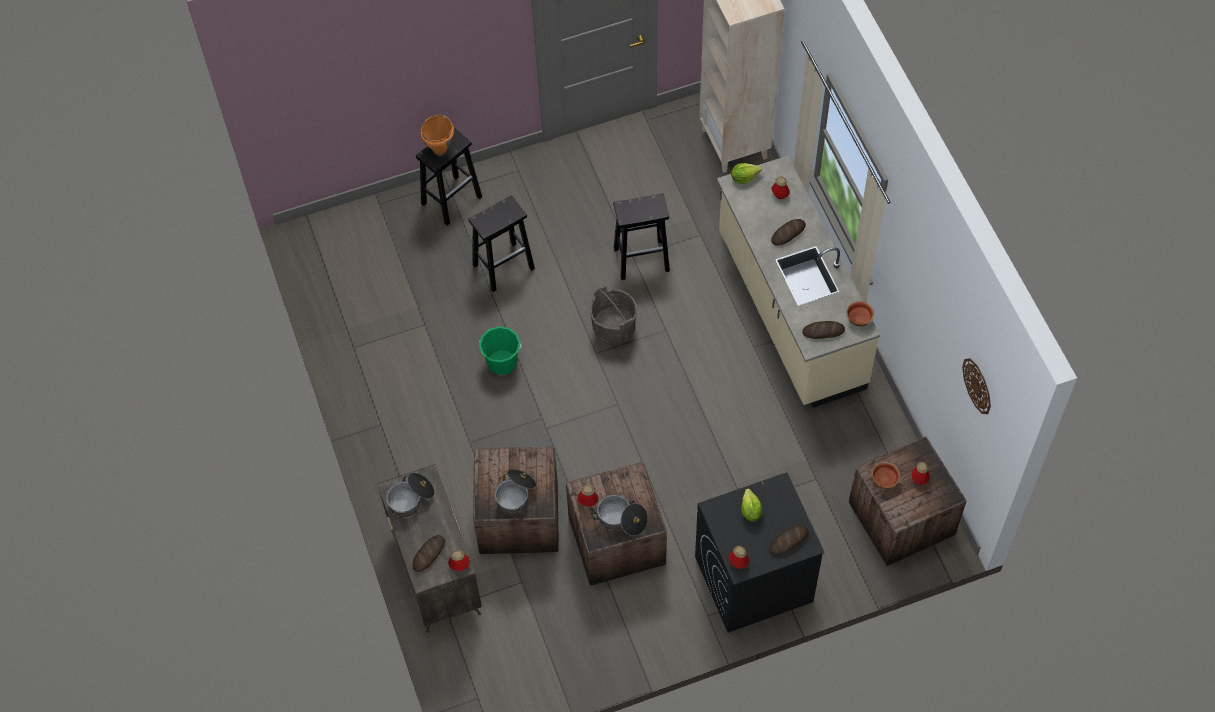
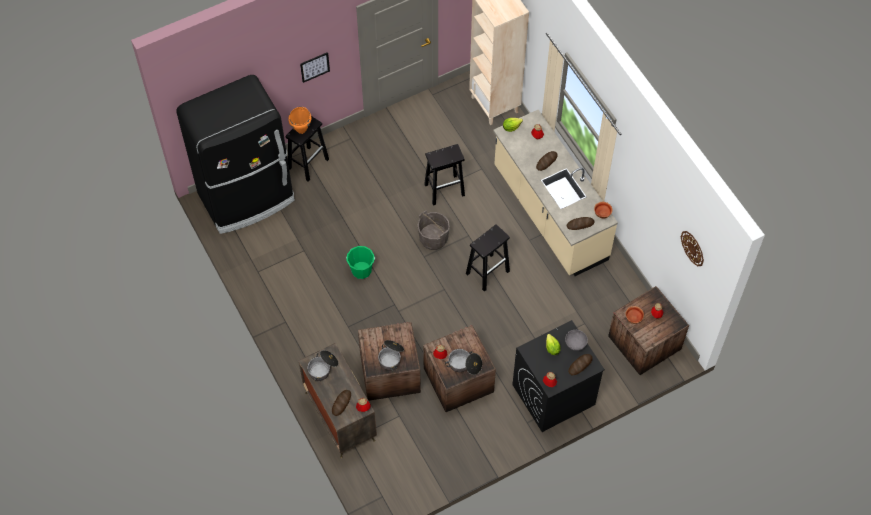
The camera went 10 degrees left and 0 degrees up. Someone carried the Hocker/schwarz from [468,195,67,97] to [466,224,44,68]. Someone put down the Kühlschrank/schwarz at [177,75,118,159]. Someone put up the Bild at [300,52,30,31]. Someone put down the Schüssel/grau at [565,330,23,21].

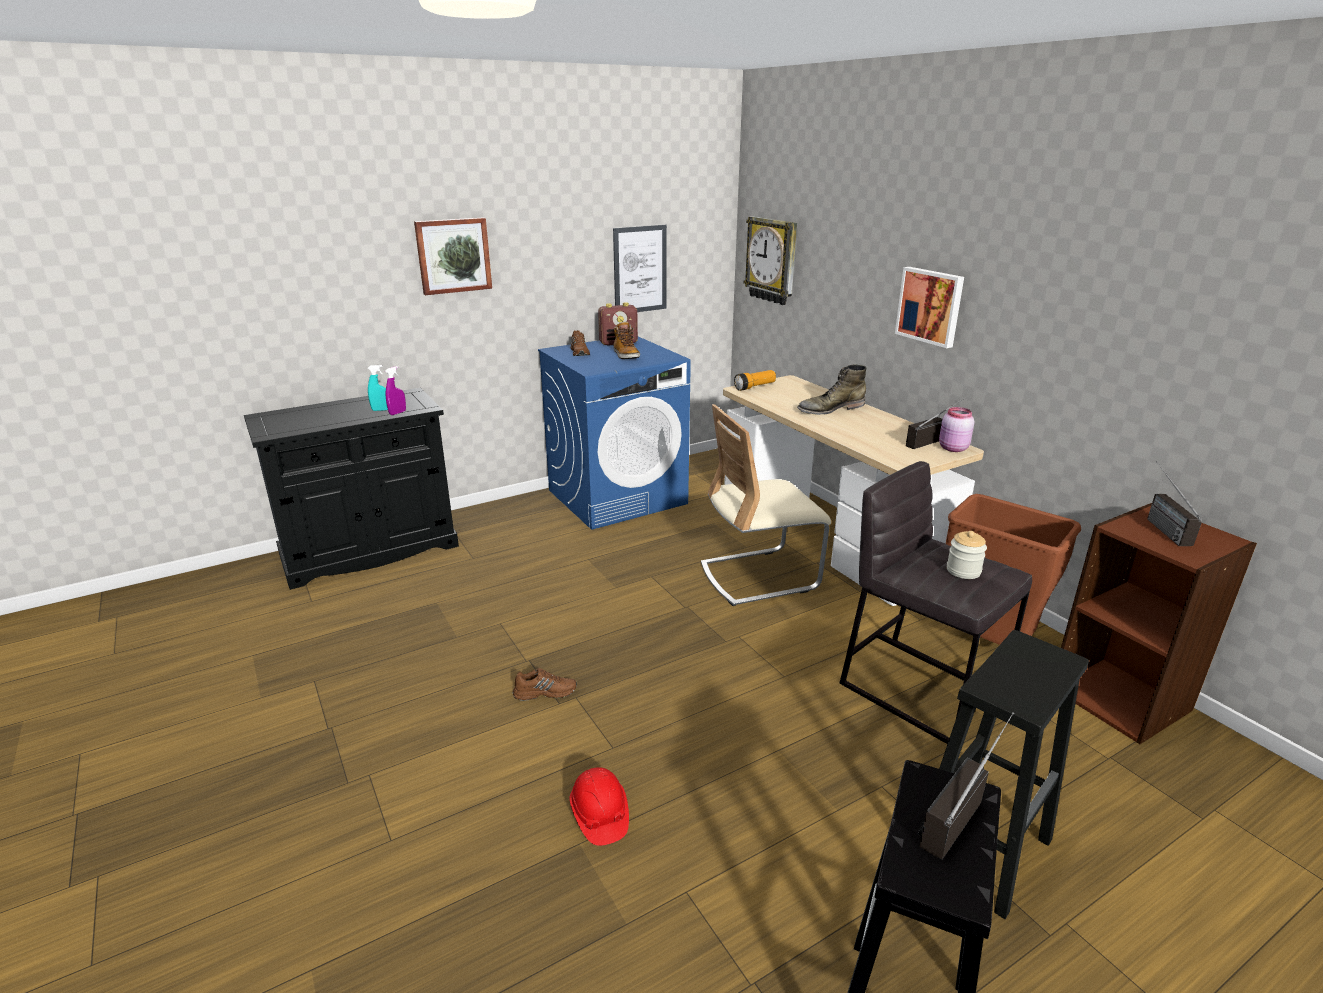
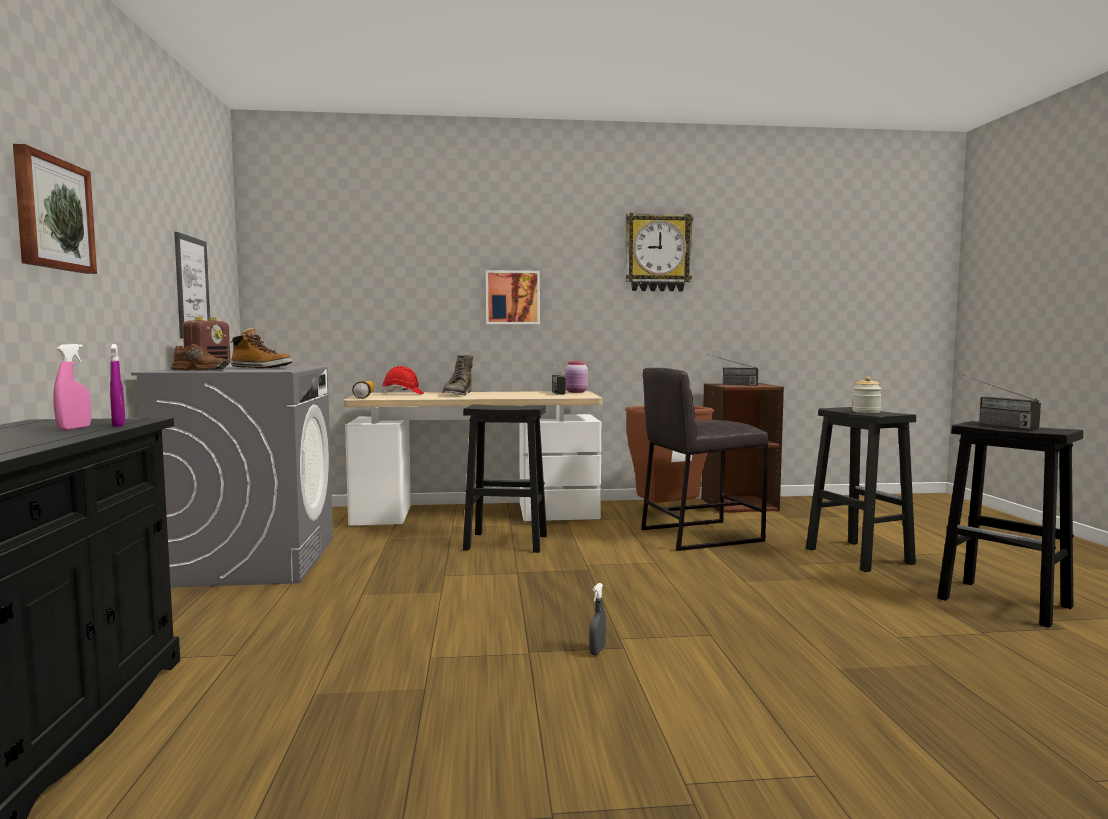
The camera went 65 degrees left and 20 degrees down. Someone repainted the Sprühflasche/türkis at [368,365,20,46], which became the Sprühflasche/rosa at [53,344,38,86]. Someone swapped the Schuh/braun at [513,668,64,33] for the Sprühflasche/grau at [589,583,17,73]. Someone repainted the Waschmaschine/blau at [538,337,153,193], which became the Waschmaschine/grau at [131,366,202,222]. Someone carried the Schutzhelm/rot from [569,767,60,79] to [382,366,42,28]. Someone swapped the Stuhl/beige at [701,404,130,202] for the Hocker/schwarz at [463,404,84,149]. Someone carried the Wanduhr from [744,216,53,89] to [625,213,68,78]. Someone carried the Vorratsglas from [947,531,40,48] to [852,376,30,37].

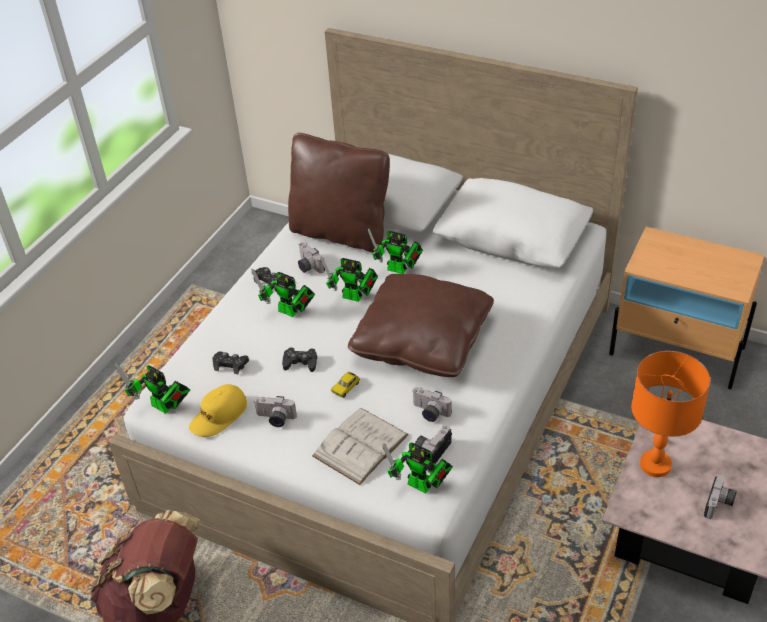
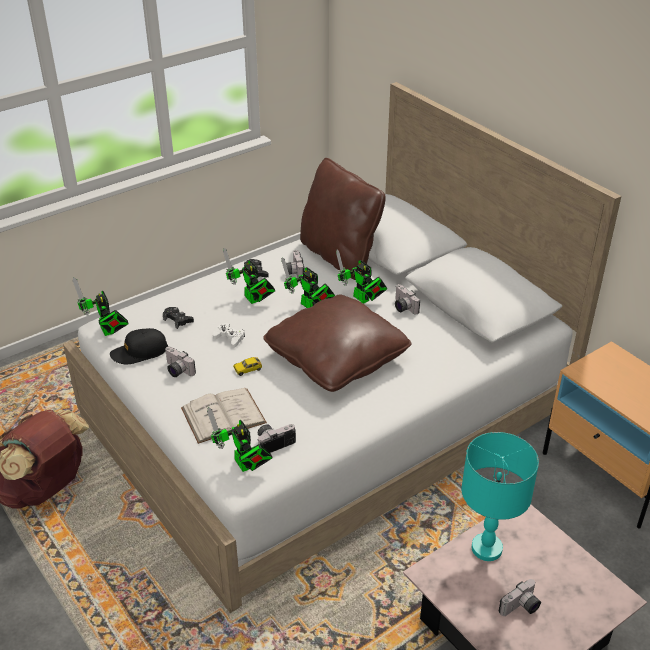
The camera went 25 degrees right and 5 degrees down. Someone repainted the Kappe/gelb at [189,384,58,53], which became the Kappe/schwarz at [110,328,58,36]. Someone repainted the Gamepad/schwarz at [282,348,35,24], which became the Gamepad/weiß at [213,323,32,25]. Someone carried the Kamera from [413,387,39,35] to [395,284,25,31]. Someone repainted the Tischlampe/orange at [631,351,80,126], which became the Tischlampe/türkis at [461,432,78,129].

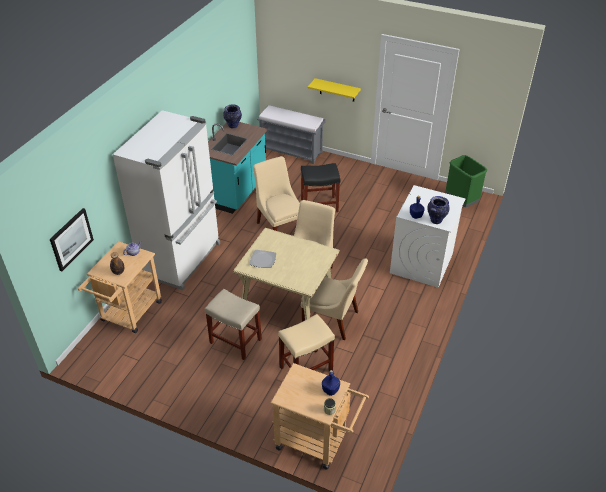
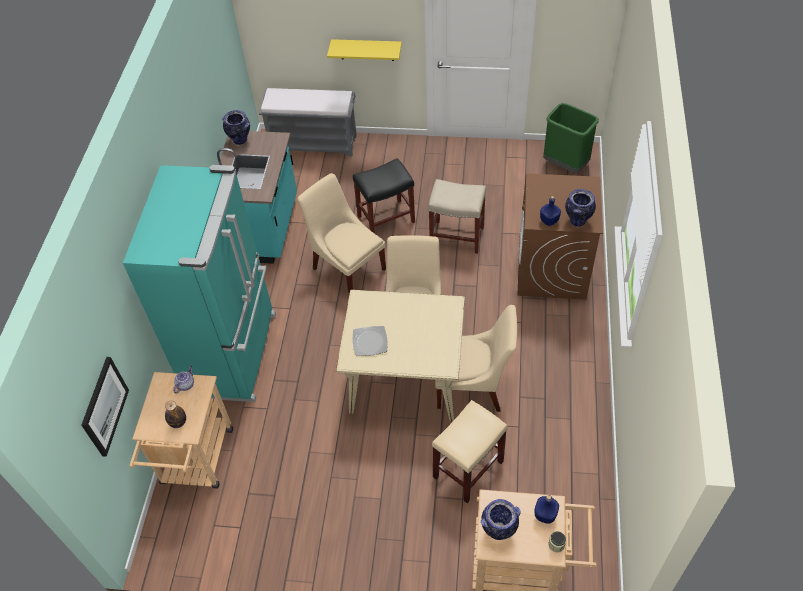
The camera went 15 degrees left and 10 degrees up. Someone repainted the Kühlschrank/weiß at [113,110,107,180], which became the Kühlschrank/türkis at [123,165,153,237]. Someone carried the Hocker/beige from [205,289,57,71] to [428,179,58,75]. Someone repainted the Waschmaschine/weiß at [390,185,75,103], which became the Waschmaschine/braun at [518,174,85,126]. Someone put down the Vase at [481,499,40,41].

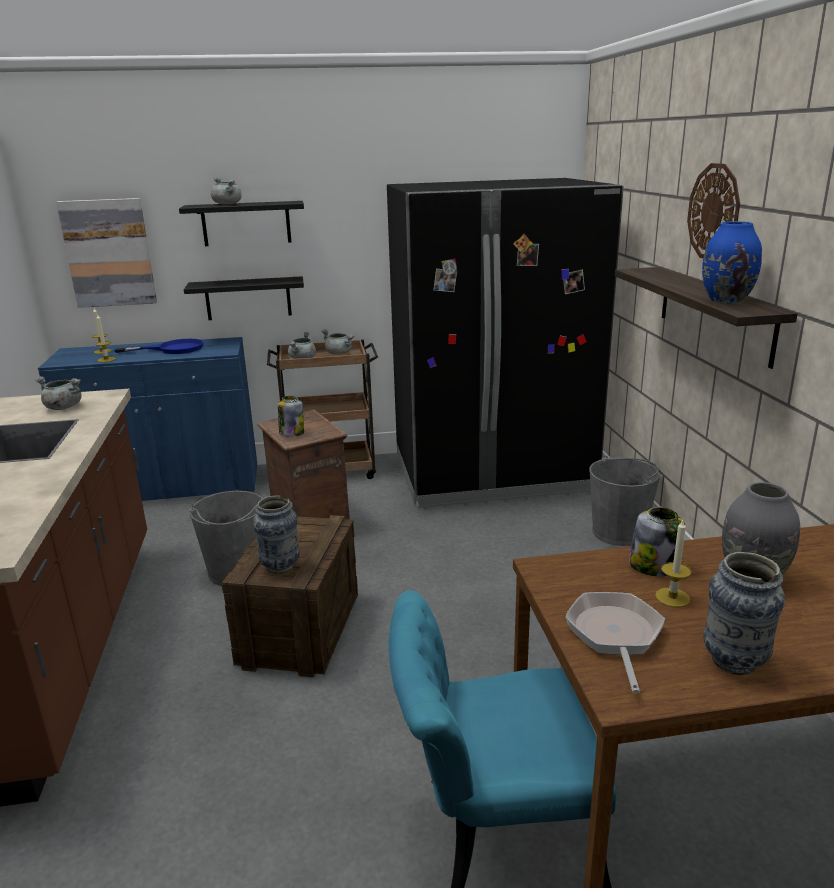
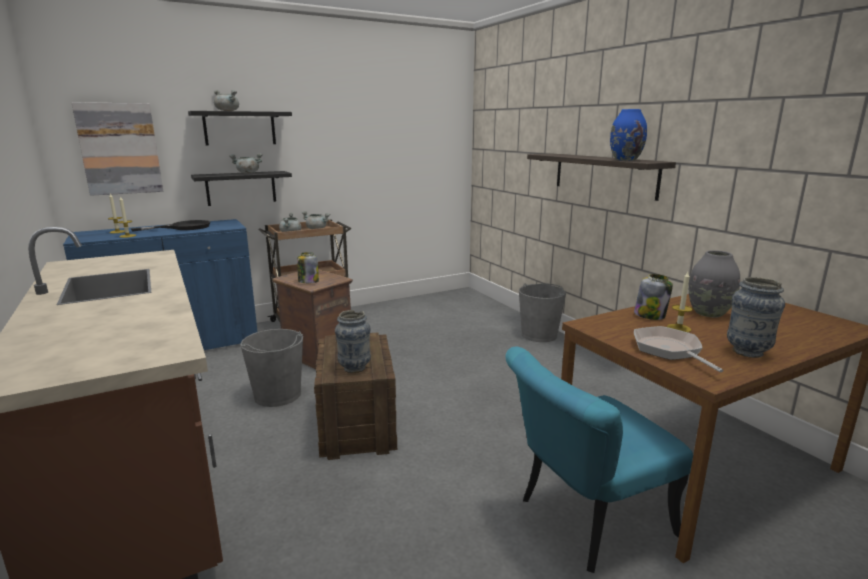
The camera went 20 degrees left and 5 degrees down. Someone carried the Kochtopf/grau from [35,376,47,34] to [229,153,34,20]. Someone repainted the Pfanne/blau at [114,339,90,15], which became the Pfanne/schwarz at [131,220,79,11]. Someone took away the Kühlschrank/schwarz at [387,178,237,330]. Someone took away the Wanduhr at [687,163,53,95].

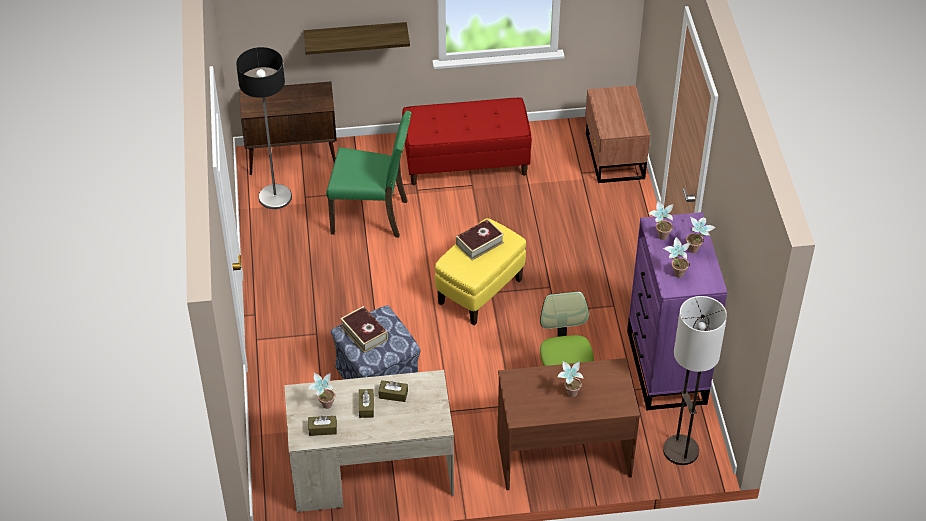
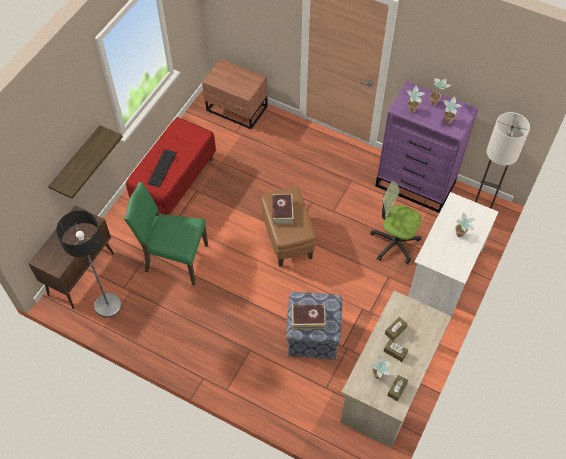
The camera went 55 degrees left and 10 degrees up. Someone rotated the Stuhl/grün at [326,111,86,127] by 120 degrees counterclockwise. Someone repainted the Polsterhocker/gelb at [435,218,91,107], which became the Polsterhocker/braun at [261,187,55,80]. Someone repainted the Schreibtisch/braun at [497,358,143,132], which became the Schreibtisch/weiß at [408,192,90,126]. Someone put down the Tastatur at [147,149,30,38].

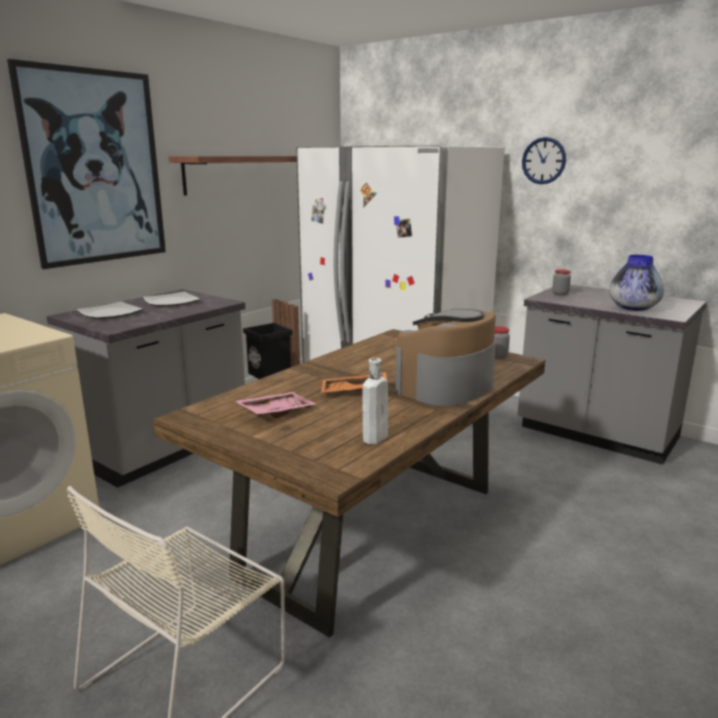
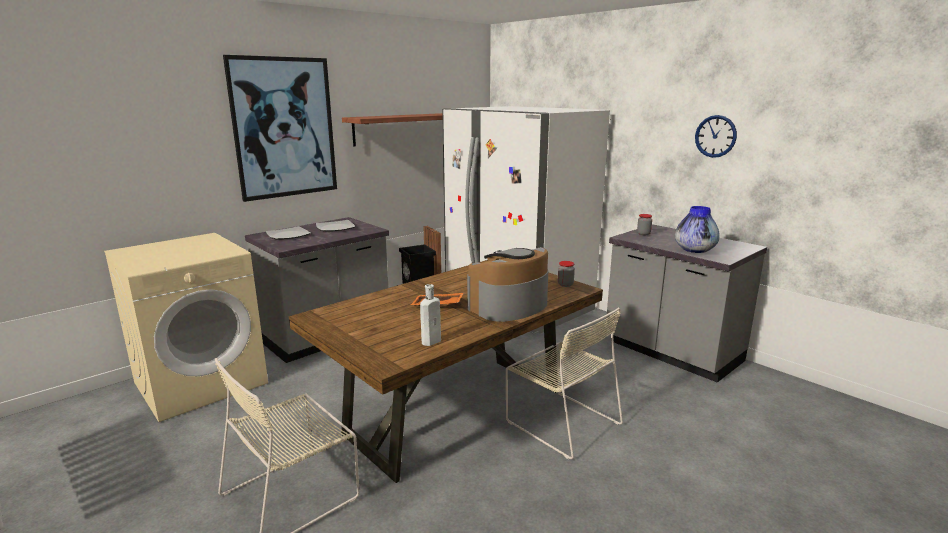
The camera went 10 degrees right and 0 degrees up. Someone took away the Tablett/rosa at [235,392,81,26]. Someone carried the Wanduhr from [522,137,44,47] to [695,115,42,43]. Someone put down the Stuhl/beige at [506,307,117,152].

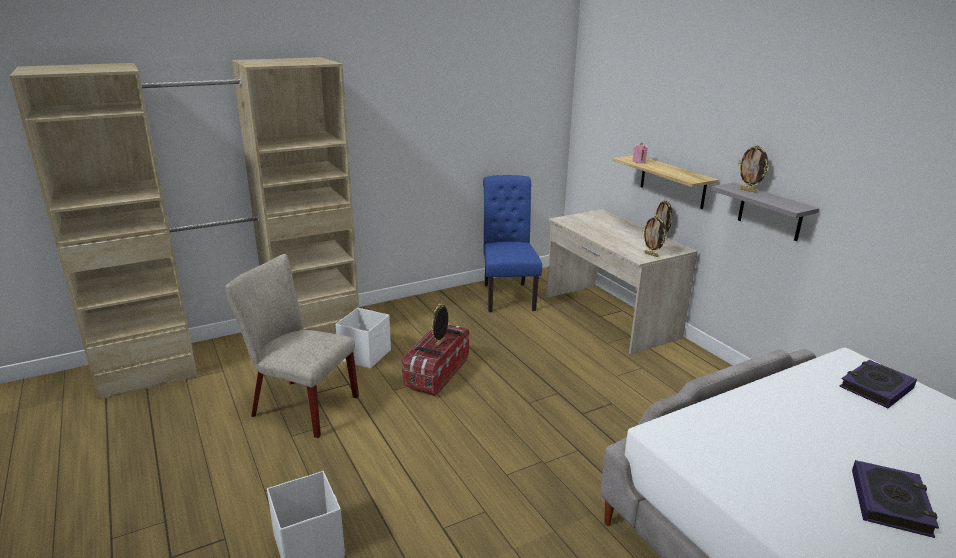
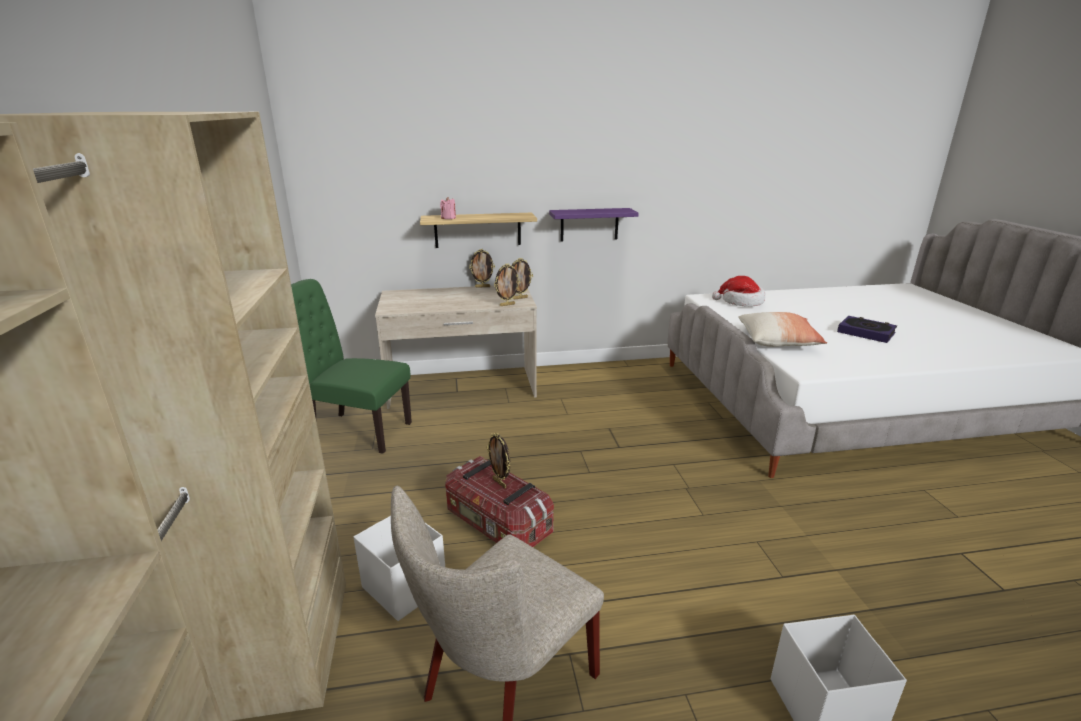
The camera went 70 degrees left and 0 degrees up. Someone repainted the Stuhl/blau at [483,175,59,137], which became the Stuhl/grün at [291,279,121,175]. Someone repainted the Wandregal/grau at [711,183,108,58], which became the Wandregal/lila at [549,208,90,34]. Someone carried the Bilderrahmen from [738,144,31,49] to [494,263,26,43]. Someone swapped the Buch at [839,360,78,48] for the Hut at [712,276,53,31]. Someone put down the Kissen at [738,312,89,35].

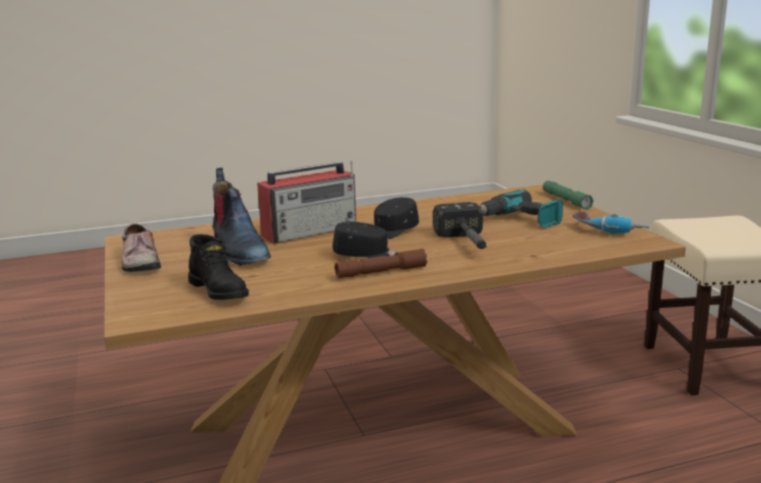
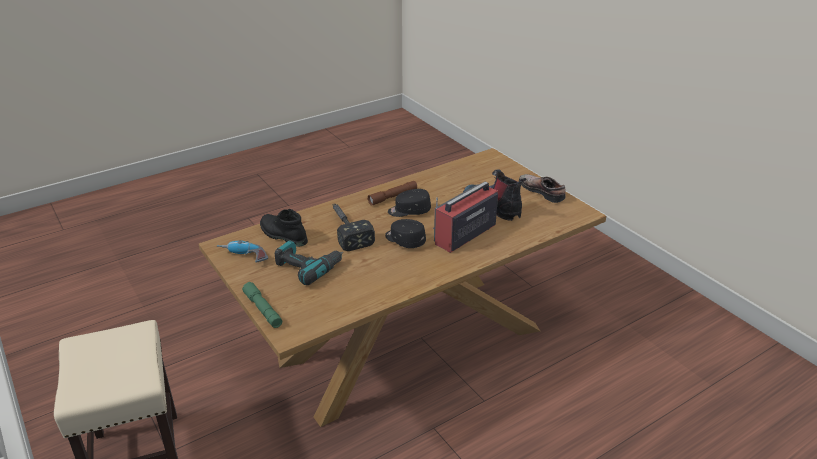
The camera went 165 degrees right and 15 degrees up. Someone carried the Stiefel/schwarz from [188,234,61,66] to [260,209,48,38]. Someone rotated the Kappe/schwarz at [374,197,45,42] by 75 degrees counterclockwise.

